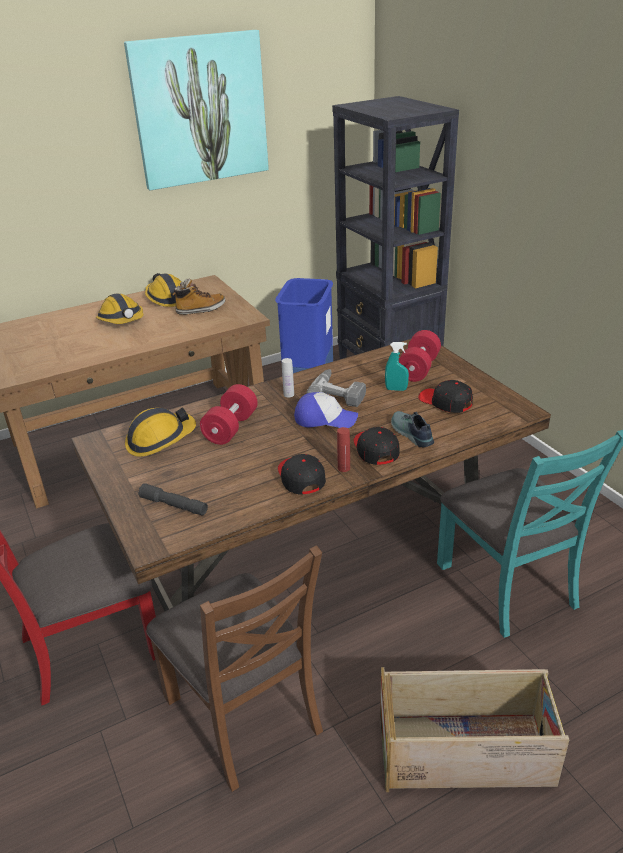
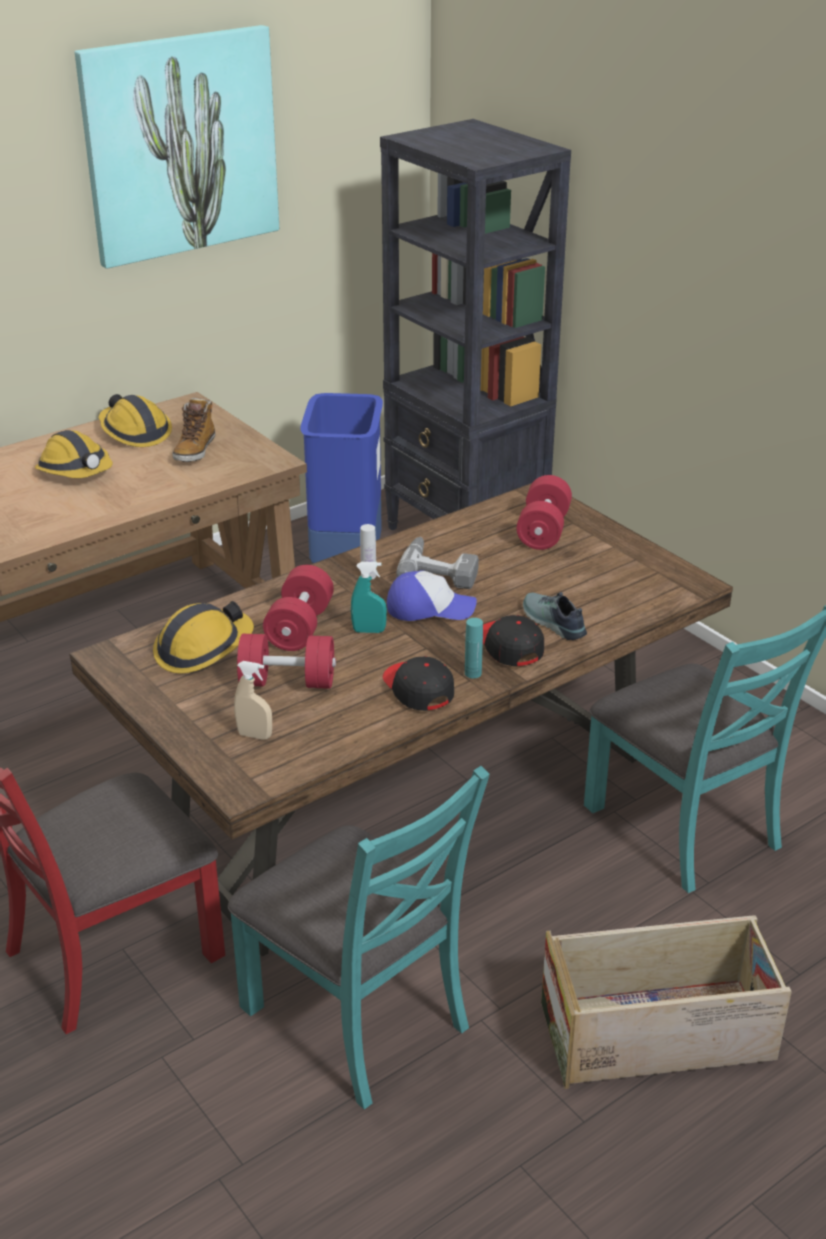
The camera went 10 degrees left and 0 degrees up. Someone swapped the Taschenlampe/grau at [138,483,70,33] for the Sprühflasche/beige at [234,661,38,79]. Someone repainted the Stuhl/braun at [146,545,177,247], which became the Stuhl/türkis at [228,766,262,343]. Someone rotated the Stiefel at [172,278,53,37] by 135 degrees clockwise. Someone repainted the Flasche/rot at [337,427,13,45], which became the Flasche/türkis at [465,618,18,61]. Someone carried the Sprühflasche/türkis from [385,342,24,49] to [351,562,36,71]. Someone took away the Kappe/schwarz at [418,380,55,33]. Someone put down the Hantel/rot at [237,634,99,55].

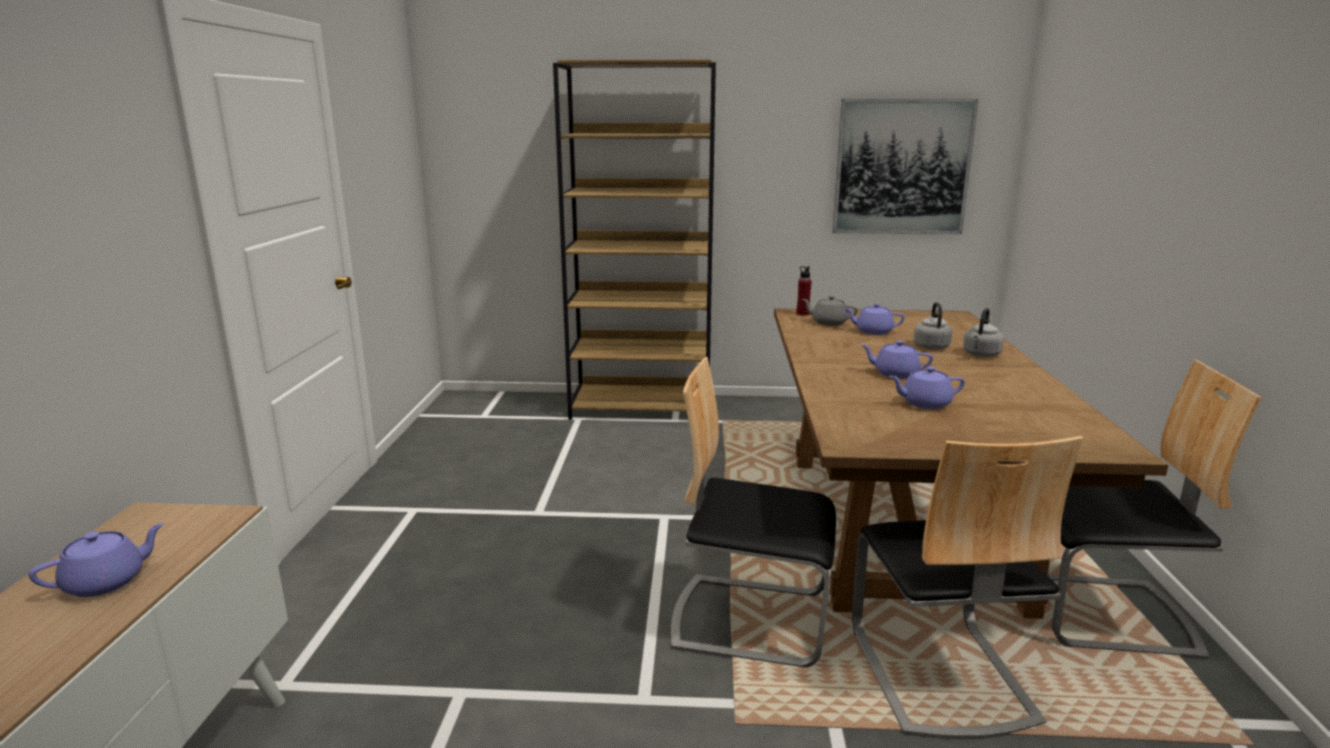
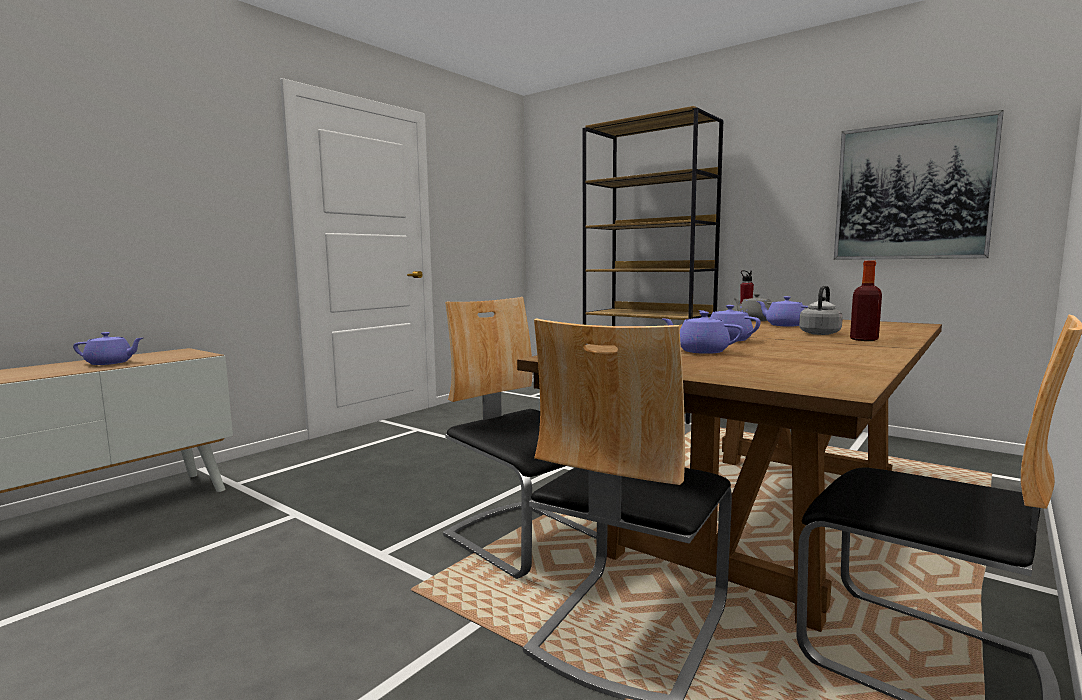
The camera went 35 degrees right and 10 degrees down. Someone swapped the Wasserkessel/grau at [963,308,41,49] for the Flasche at [850,261,32,80].

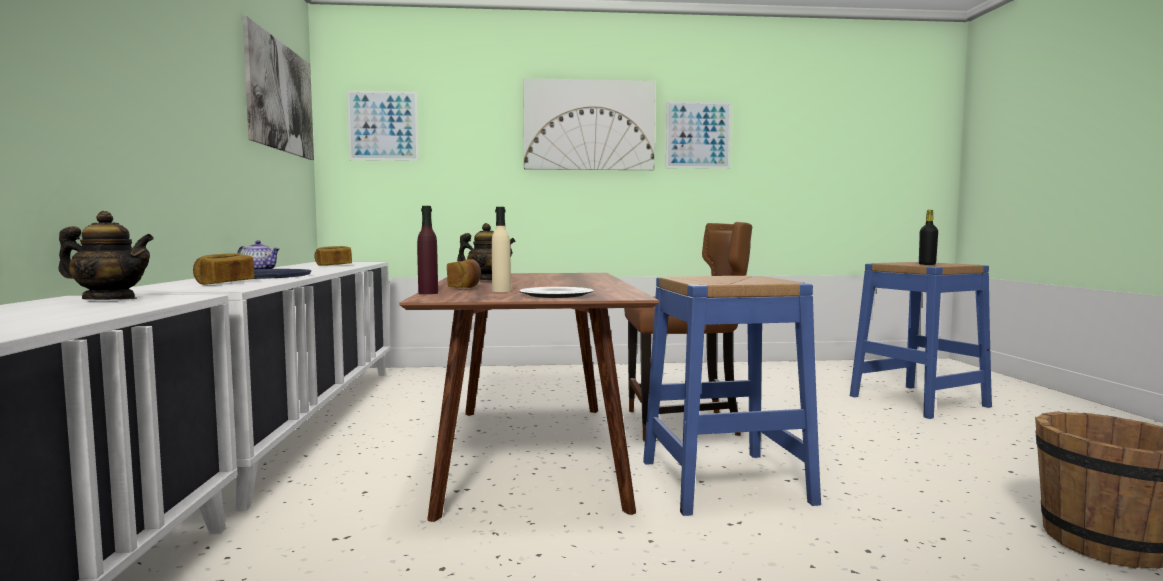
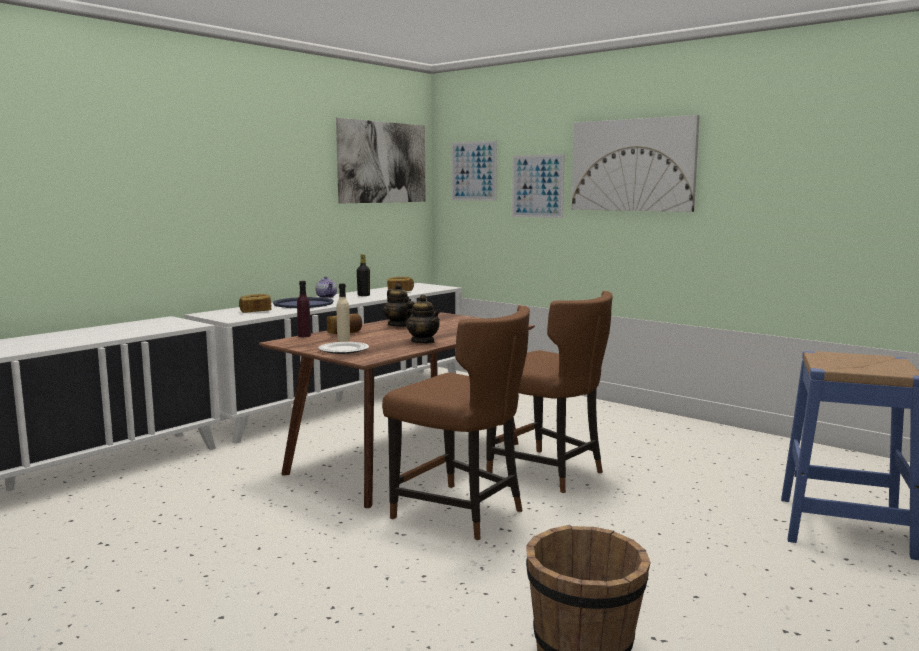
The camera went 45 degrees right and 5 degrees up. Someone carried the Teekanne from [58,211,96,89] to [405,295,36,48]. Someone swapped the Hocker/blau at [643,276,178,240] for the Stuhl/braun at [382,305,148,235]. Someone carried the Bild from [666,101,65,68] to [512,154,53,64]. Someone carried the Flasche/schwarz from [919,210,19,55] to [357,254,13,42].

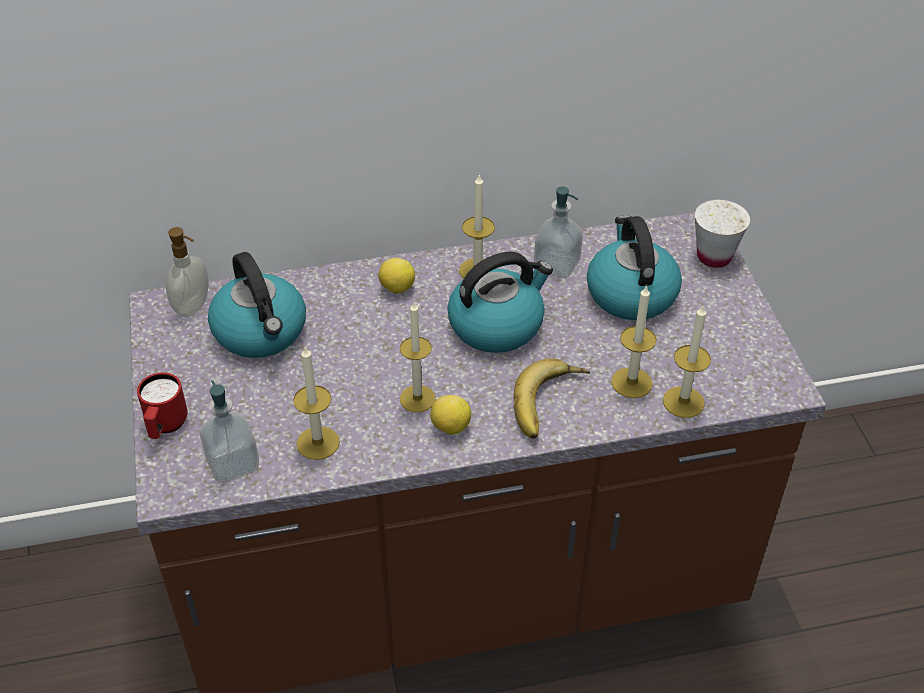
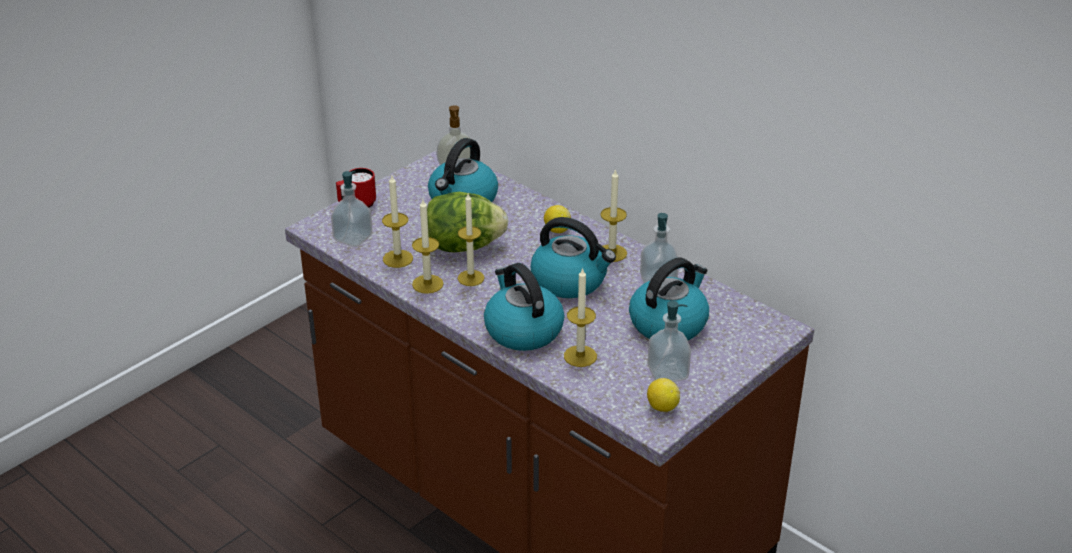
The camera went 55 degrees right and 10 degrees down. Someone carried the Zitrone from [430,395,41,40] to [647,378,33,34]. Someone swapped the Banane at [514,358,76,80] for the Wasserkessel at [484,263,81,88]. Someone carried the Kerze from [663,306,48,112] to [412,200,32,94]. Someone took away the Tasse/weiß at [695,200,55,68]. Someone put down the Salatkopf at [427,192,81,60]. Someone put down the Seifenspender at [647,301,44,81].

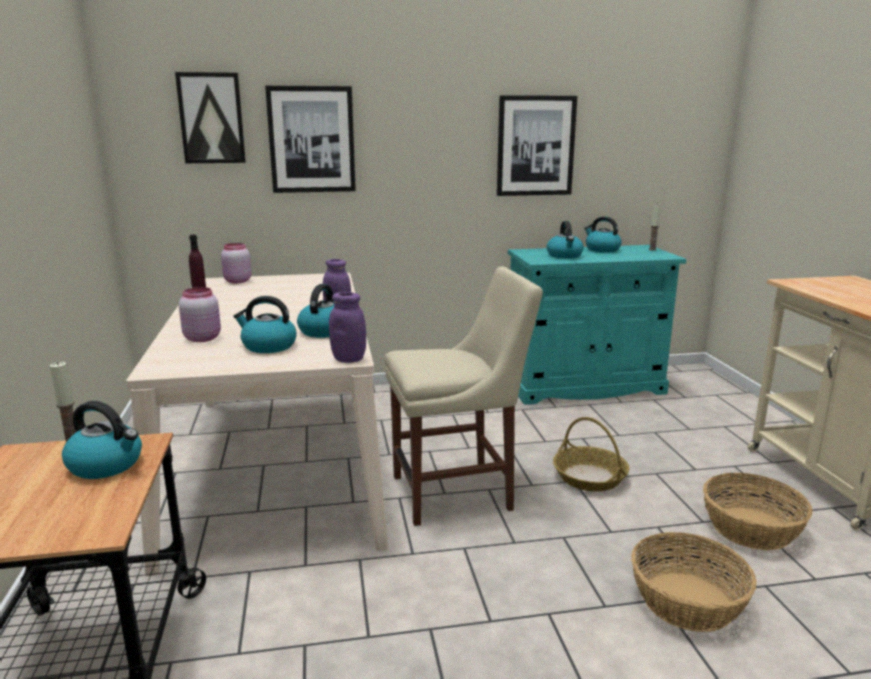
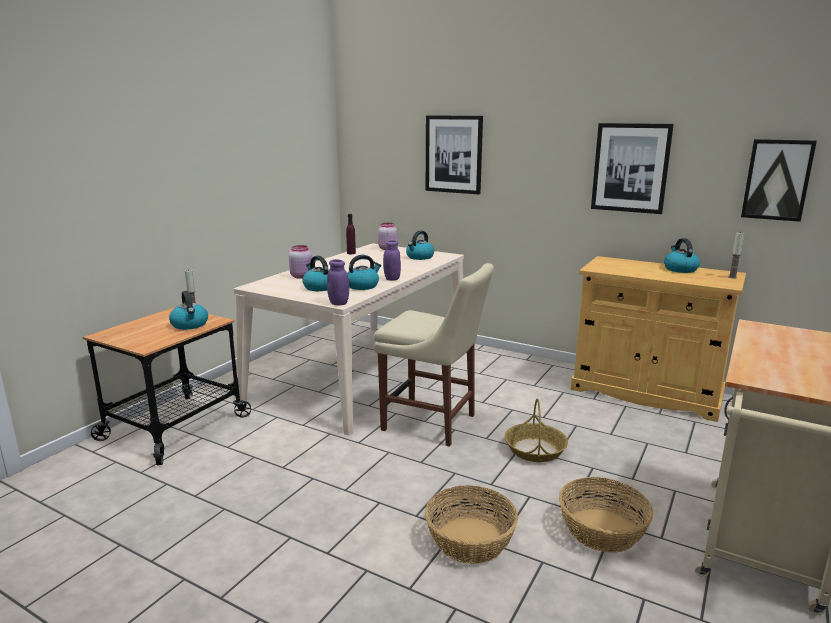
The camera went 40 degrees right and 0 degrees up. Someone carried the Bild from [175,72,71,91] to [741,139,76,83]. Someone repainted the Schrank/türkis at [508,245,178,160], which became the Schrank/beige at [571,256,175,166]. Someone carried the Wasserkessel from [547,221,37,38] to [406,230,28,30].

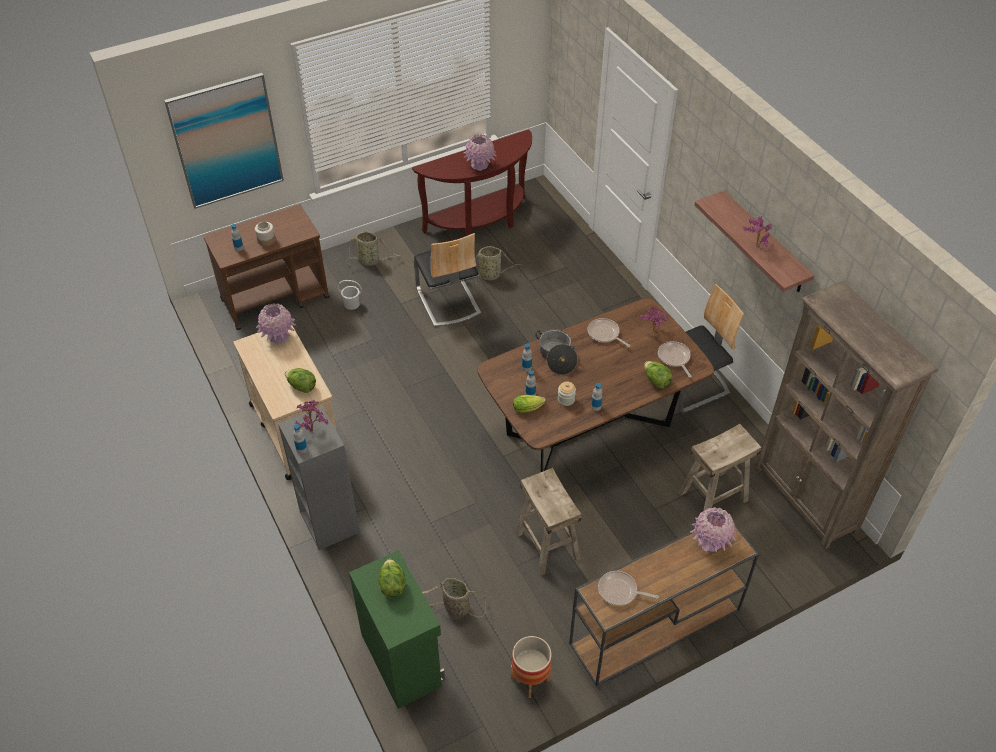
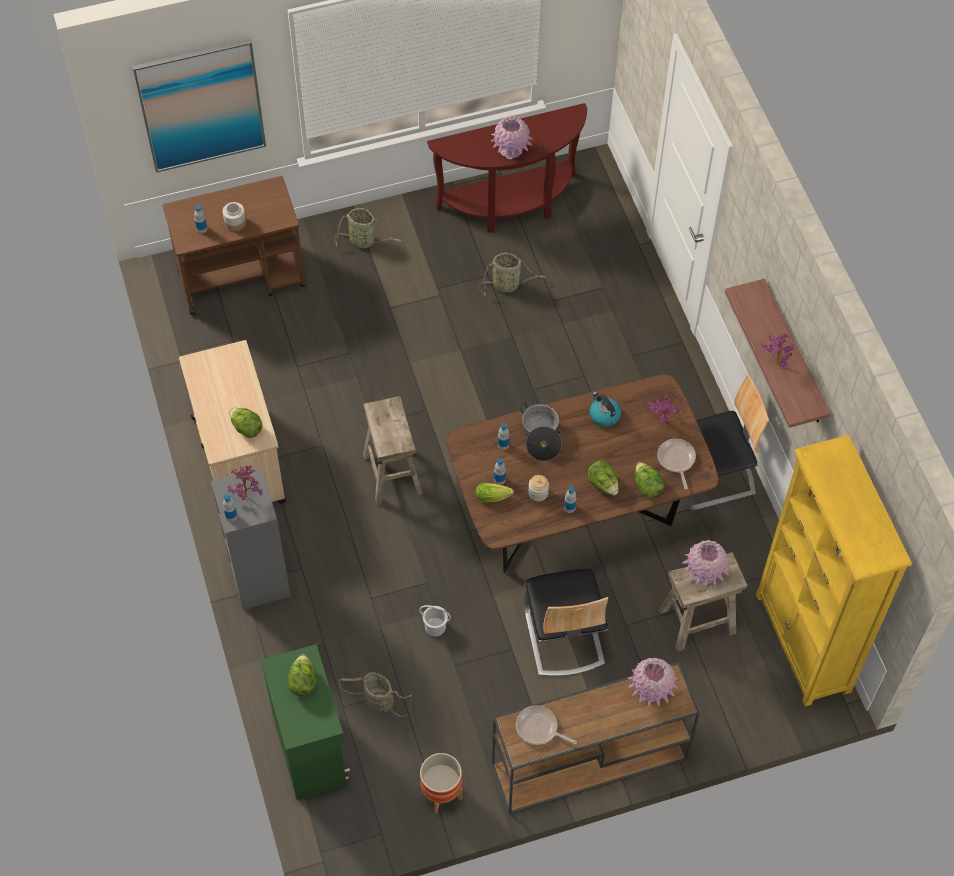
The camera went 10 degrees right and 10 degrees up. Someone carried the Vase/rosa from [256,303,40,42] to [682,540,48,46]. Someone carried the Eimer/weiß from [338,280,24,30] to [419,605,32,31]. Someone carried the Stuhl from [414,233,67,94] to [524,569,84,107]. Someone carried the Hocker/beige from [516,468,65,108] to [363,396,60,109]. Someone swapped the Pfanne at [587,318,43,29] for the Wasserkessel at [590,392,31,35]. Someone repainted the Bücherregal/braun at [755,281,183,269], which became the Bücherregal/gelb at [756,435,156,271]. Someone put down the Salatkopf at [588,460,31,35].

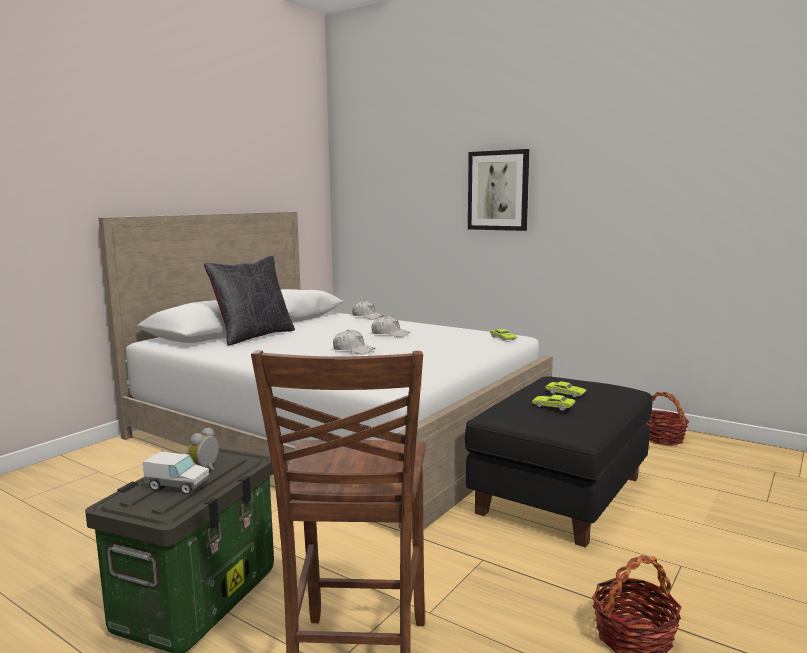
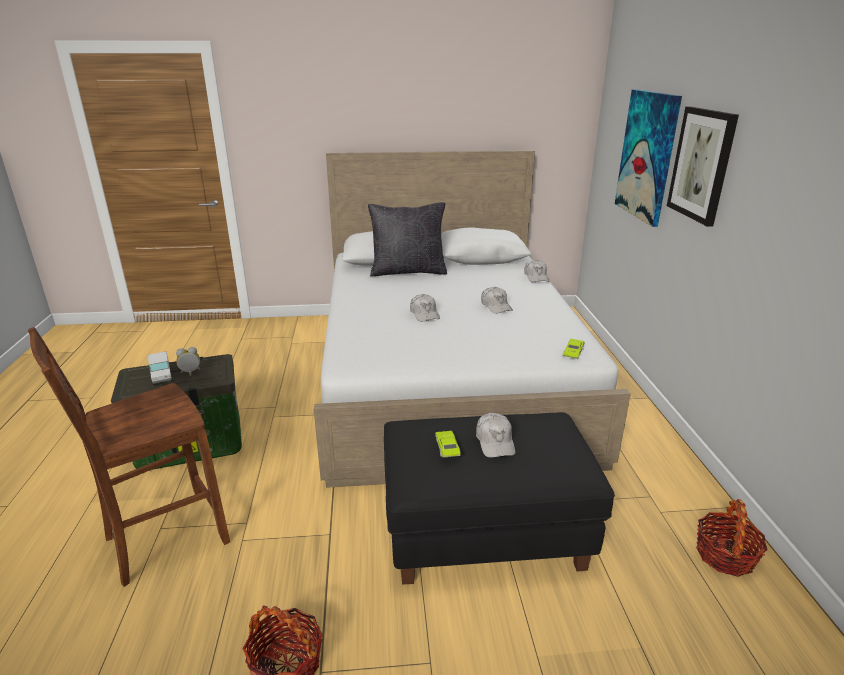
The camera went 50 degrees right and 15 degrees up. Someone swapped the Spielzeugauto/grün at [545,381,41,16] for the Kappe/weiß at [476,413,39,44]. Someone put up the Bild at [615,89,67,138].

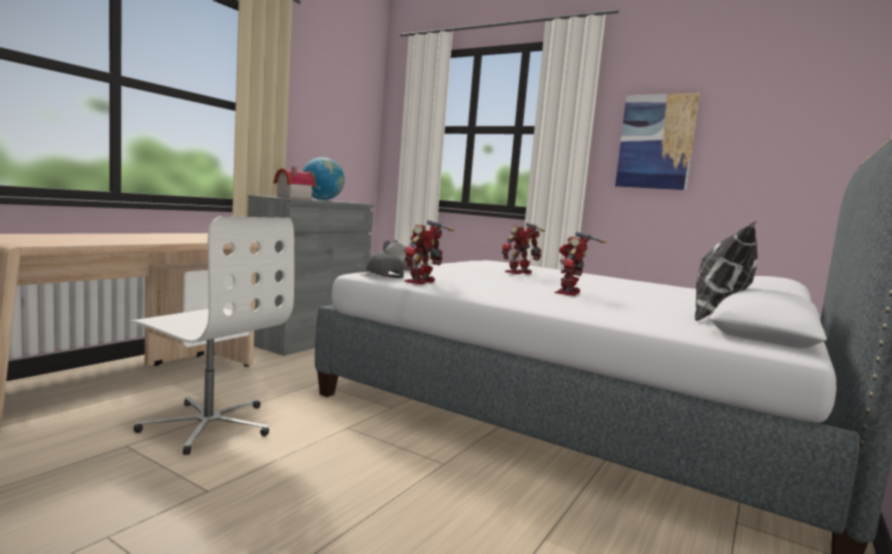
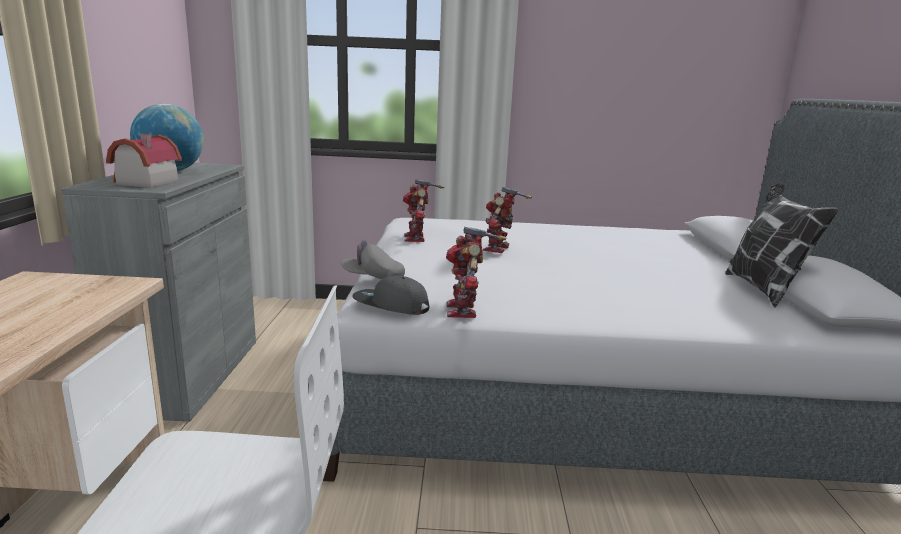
The camera went 30 degrees left and 10 degrees up. Someone carried the Spielzeugroboter from [555,232,51,64] to [403,179,42,63]. Someone took away the Bild at [615,93,85,97].

